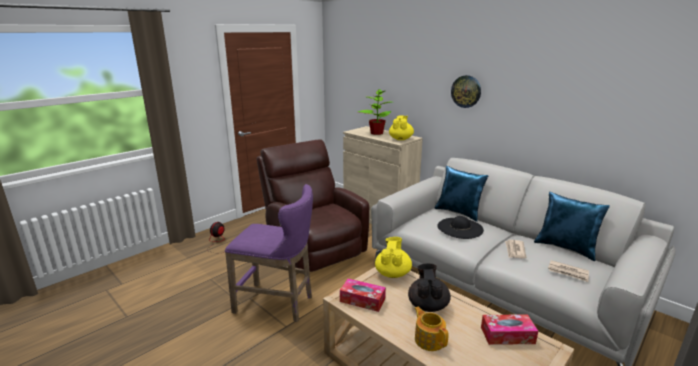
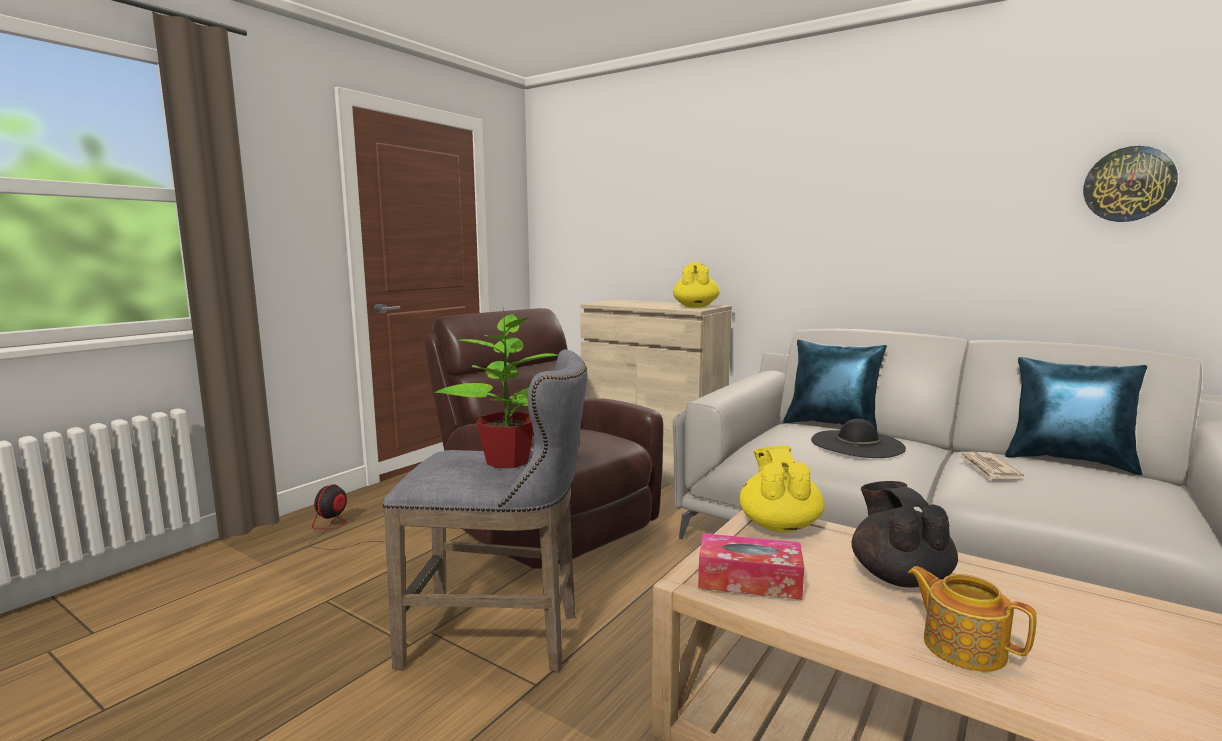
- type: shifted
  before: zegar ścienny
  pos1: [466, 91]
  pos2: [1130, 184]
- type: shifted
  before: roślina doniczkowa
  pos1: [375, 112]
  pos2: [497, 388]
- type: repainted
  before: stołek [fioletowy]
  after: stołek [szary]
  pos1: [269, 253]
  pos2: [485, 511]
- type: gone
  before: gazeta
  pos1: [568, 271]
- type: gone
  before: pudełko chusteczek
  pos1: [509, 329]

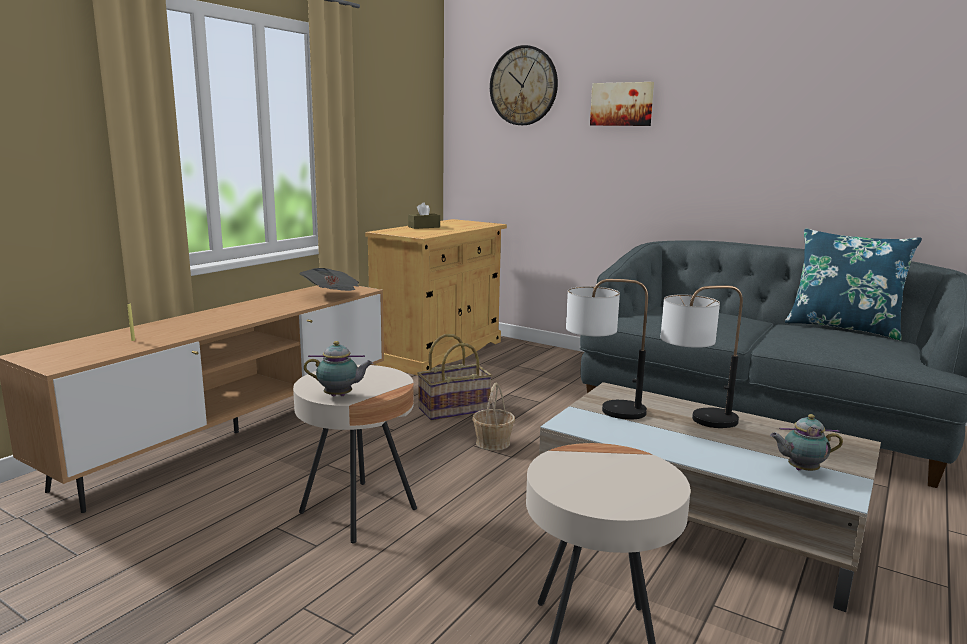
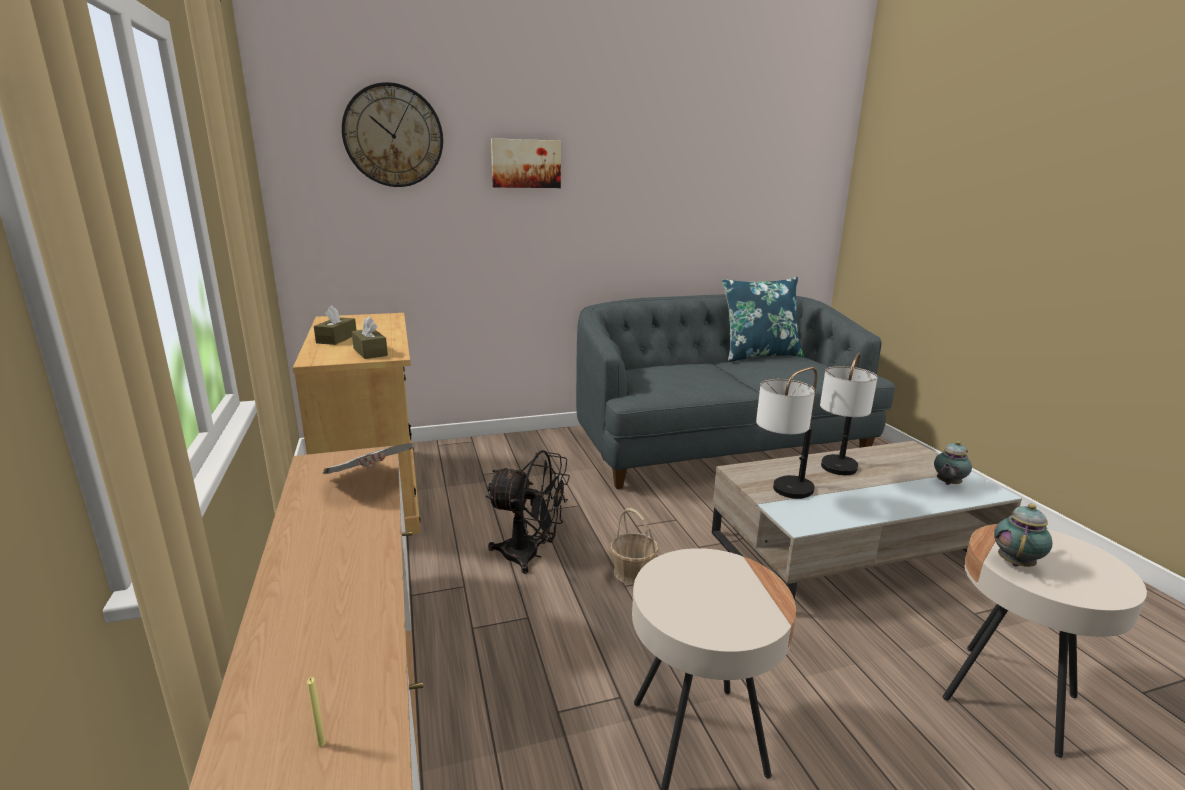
- type: swapped
  before: koszyk
  after: wentylator [czarny]
  pos1: [454, 377]
  pos2: [527, 512]
- type: shifted
  before: imbryk
  pos1: [338, 368]
  pos2: [1023, 535]
- type: new
  after: pudełko chusteczek [brązowy]
  pos2: [370, 337]

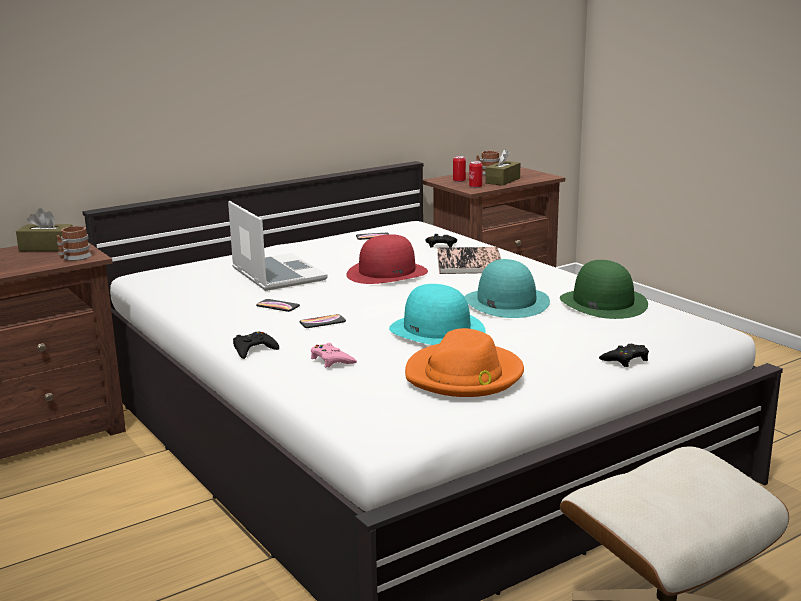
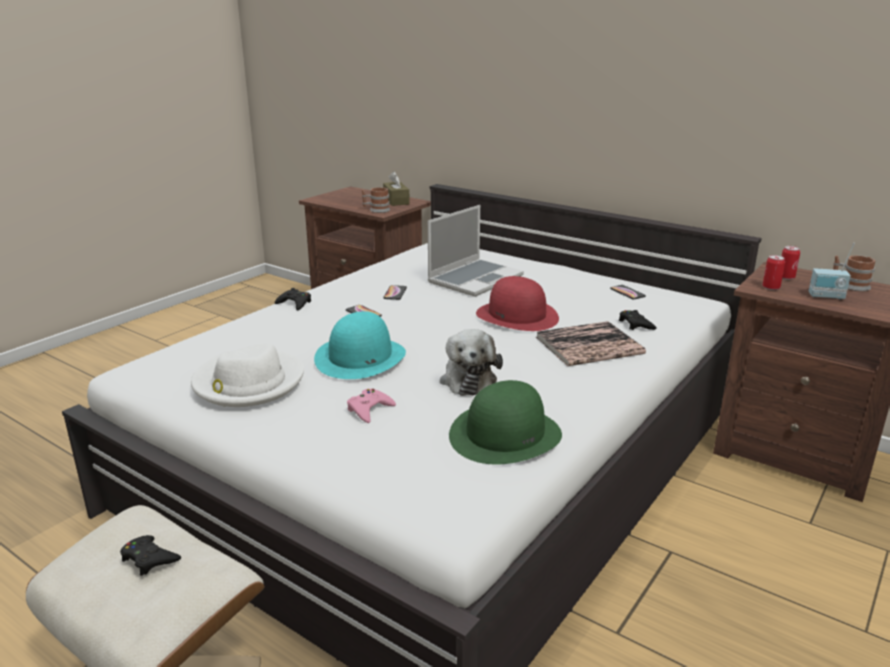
- type: swapped
  before: pudełko chusteczek [brązowy]
  after: radio
  pos1: [502, 167]
  pos2: [832, 271]
- type: swapped
  before: kapelusz [turkusowy]
  after: pluszak
  pos1: [507, 288]
  pos2: [471, 362]
- type: repainted
  before: kapelusz [pomarańczowy]
  after: kapelusz [biały]
  pos1: [464, 362]
  pos2: [247, 375]
- type: shifted
  before: pad do gier [różowy]
  pos1: [334, 355]
  pos2: [371, 406]
- type: shifted
  before: pad do gier [czarny]
  pos1: [624, 355]
  pos2: [150, 555]

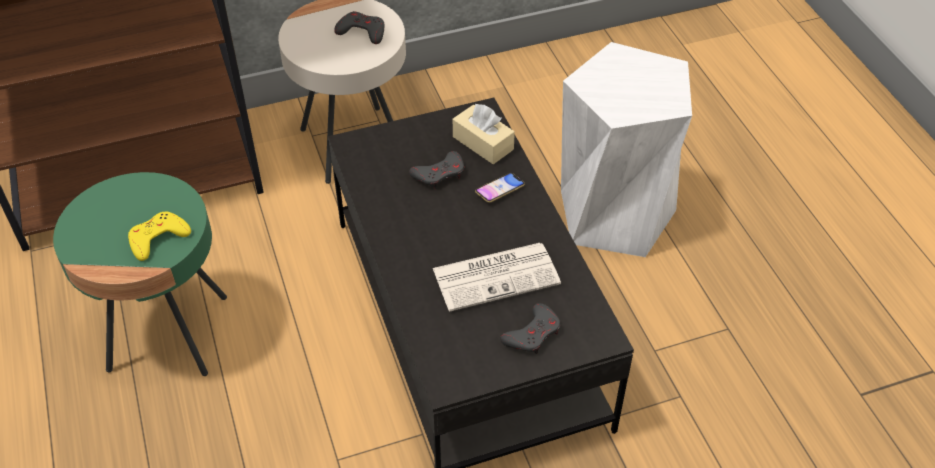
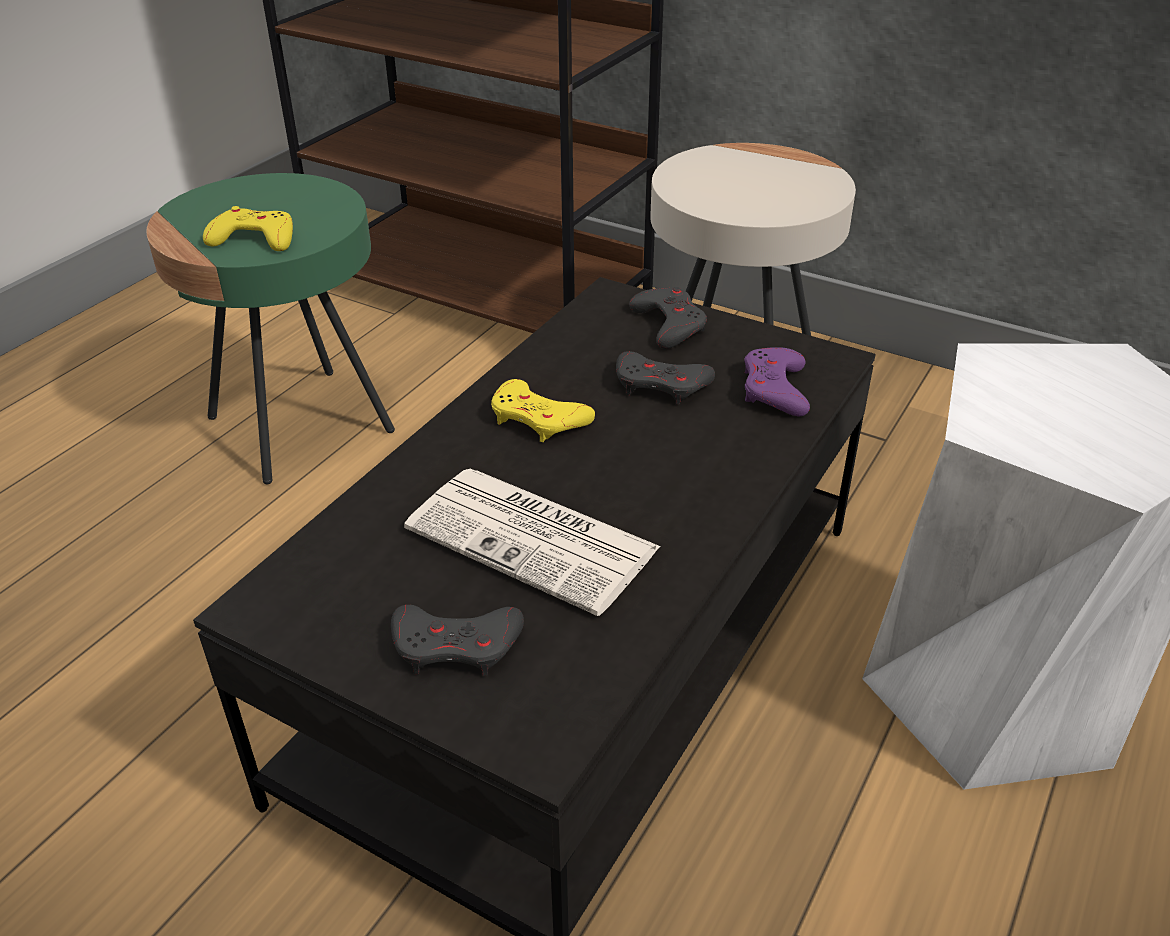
- type: shifted
  before: pad do gier [szary]
  pos1: [359, 27]
  pos2: [668, 318]
- type: swapped
  before: pudełko chusteczek [beżowy]
  after: pad do gier [fioletowy]
  pos1: [484, 134]
  pos2: [777, 381]
- type: gone
  before: telefon
  pos1: [500, 188]
- type: new
  after: pad do gier [żółty]
  pos2: [543, 410]

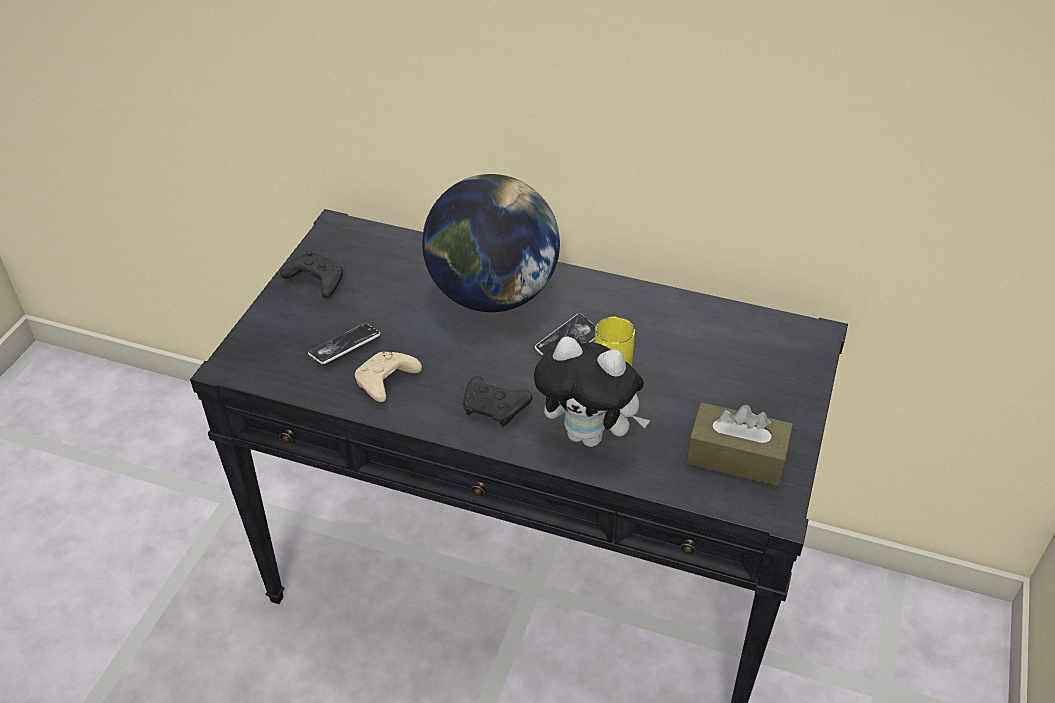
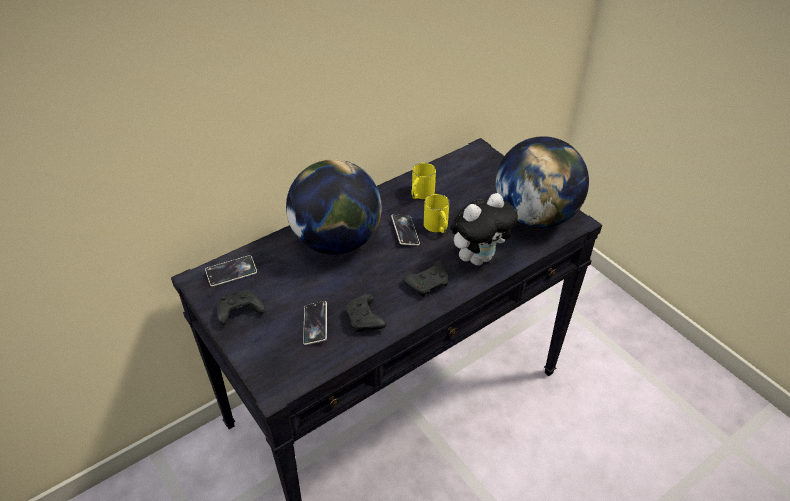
- type: repainted
  before: pad do gier [beżowy]
  after: pad do gier [czarny]
  pos1: [388, 377]
  pos2: [366, 313]
- type: swapped
  before: pudełko chusteczek [brązowy]
  after: globus
  pos1: [739, 444]
  pos2: [542, 182]
- type: new
  after: kubek [żółty]
  pos2: [423, 181]
- type: new
  after: telefon
  pos2: [231, 271]

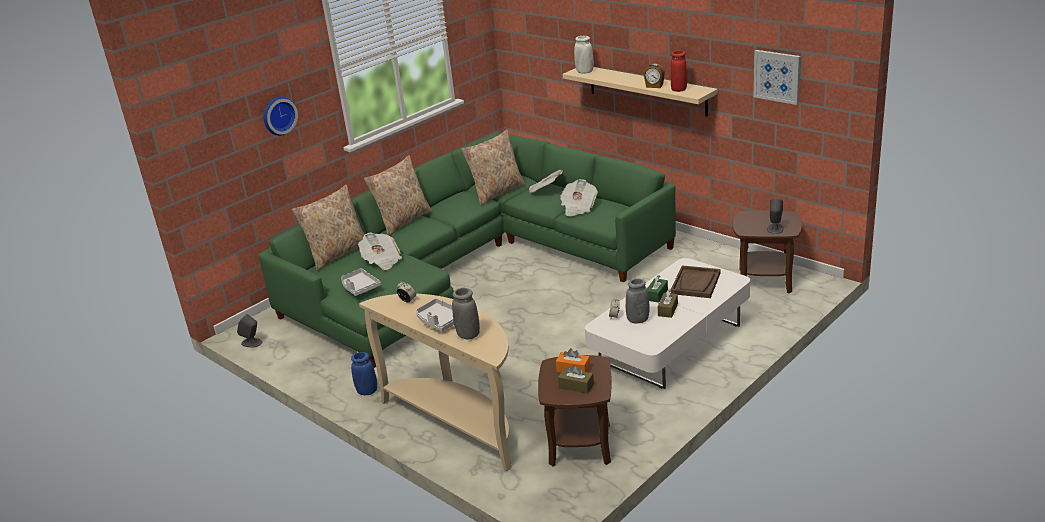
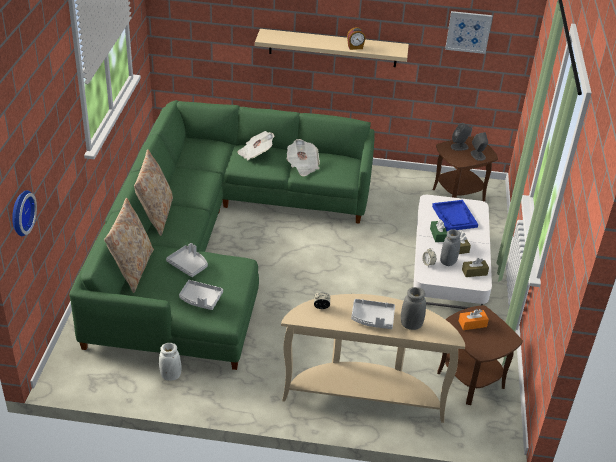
- type: shifted
  before: wazon [biały]
  pos1: [584, 55]
  pos2: [170, 362]
- type: gone
  before: wazon [czerwony]
  pos1: [679, 71]
- type: shifted
  before: zegar ścienny
  pos1: [281, 116]
  pos2: [24, 213]
- type: gone
  before: poduszka [beżowy]
  pos1: [493, 168]
- type: swapped
  before: gazeta
  after: taca [szary]
  pos1: [380, 251]
  pos2: [187, 260]
- type: repainted
  before: taca [brązowy]
  after: taca [niebieski]
  pos1: [695, 281]
  pos2: [455, 215]
- type: shifted
  before: głośnik [szary]
  pos1: [250, 331]
  pos2: [461, 137]
- type: gone
  before: wazon [niebieski]
  pos1: [364, 373]
- type: shifted
  before: pudełko chusteczek [brązowy]
  pos1: [576, 379]
  pos2: [475, 267]

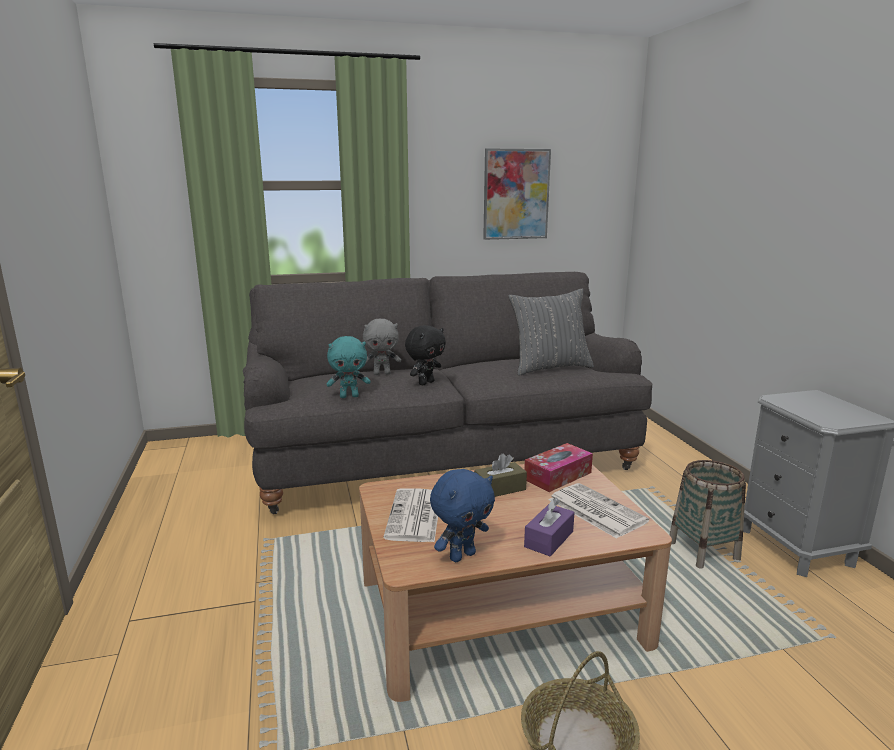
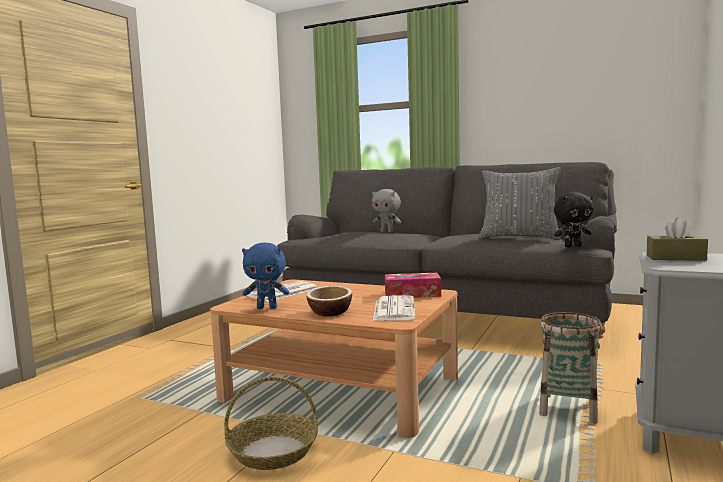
- type: gone
  before: obraz
  pos1: [517, 194]
- type: shifted
  before: pluszak [czarny]
  pos1: [425, 355]
  pos2: [573, 219]
- type: gone
  before: pluszak [turkusowy]
  pos1: [348, 367]
- type: shifted
  before: pudełko chusteczek [brązowy]
  pos1: [500, 475]
  pos2: [677, 239]
- type: swapped
  before: pudełko chusteczek [fioletowy]
  after: miska
  pos1: [549, 527]
  pos2: [329, 301]

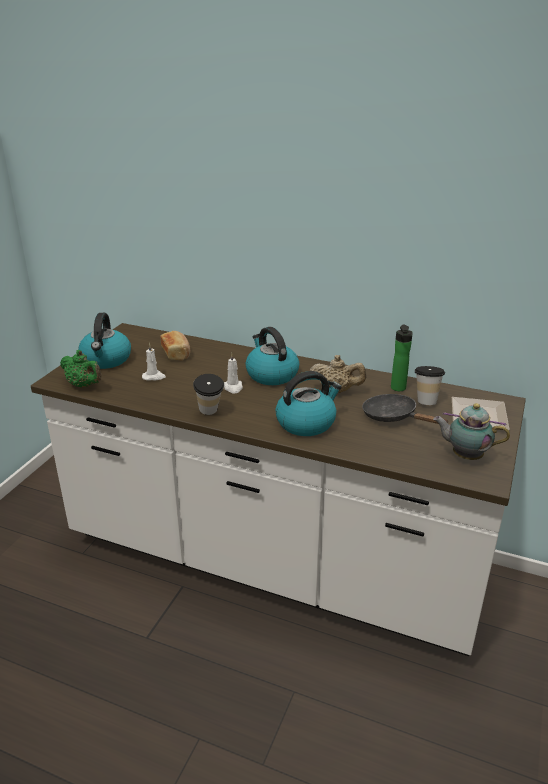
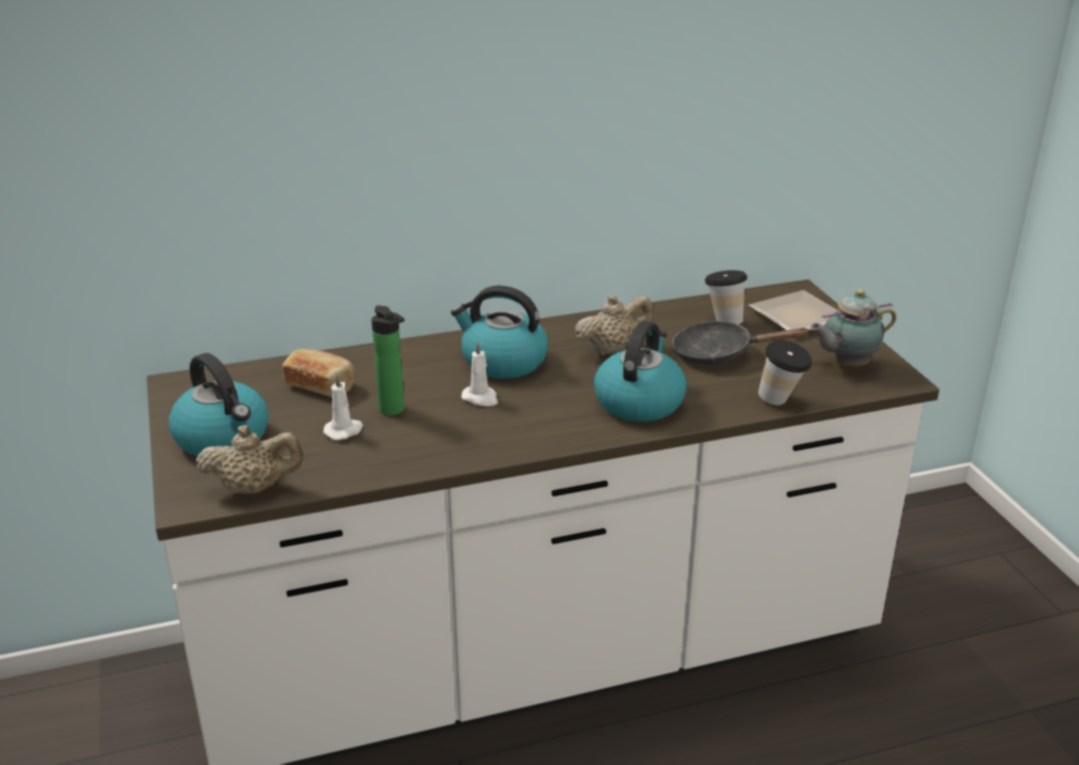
- type: shifted
  before: butelka
  pos1: [402, 358]
  pos2: [388, 360]
- type: repainted
  before: imbryk [zielony]
  after: imbryk [beżowy]
  pos1: [81, 369]
  pos2: [250, 459]
- type: shifted
  before: filiżanka
  pos1: [208, 394]
  pos2: [785, 372]

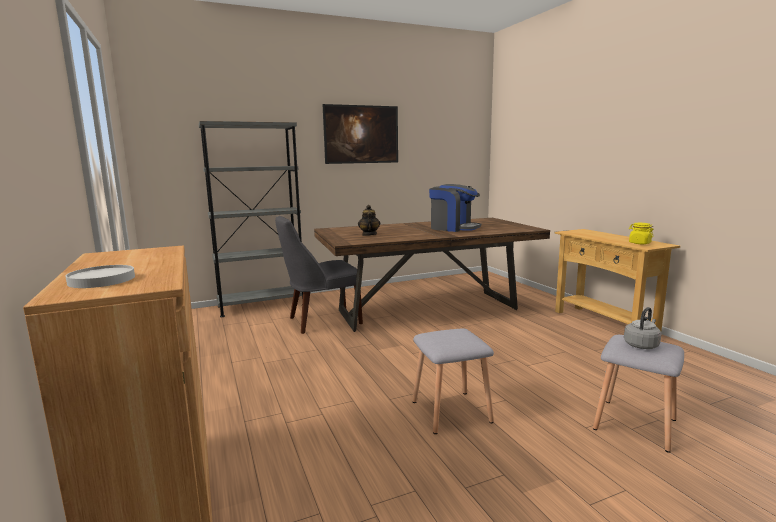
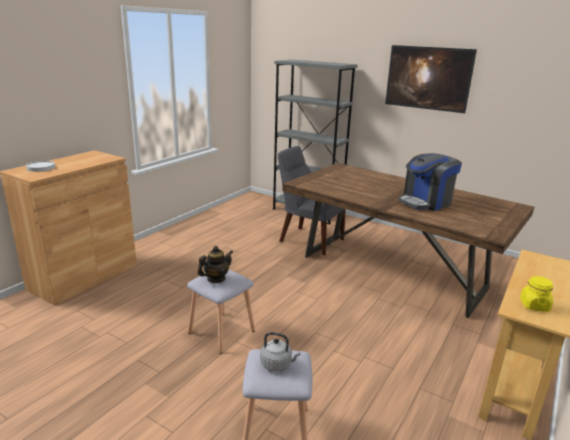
- type: rotated
  before: ekspres do kawy
  pos1: [455, 208]
  pos2: [430, 182]
  turn: 60
- type: shifted
  before: imbryk
  pos1: [369, 220]
  pos2: [215, 264]

